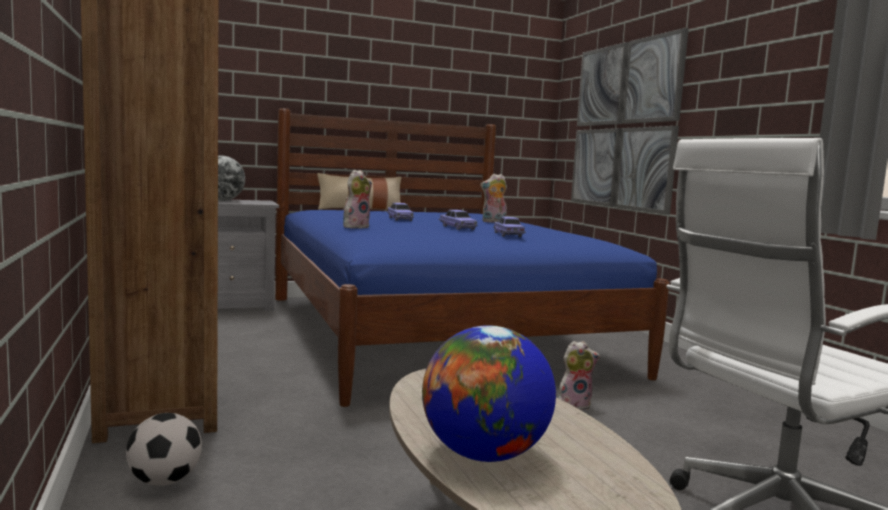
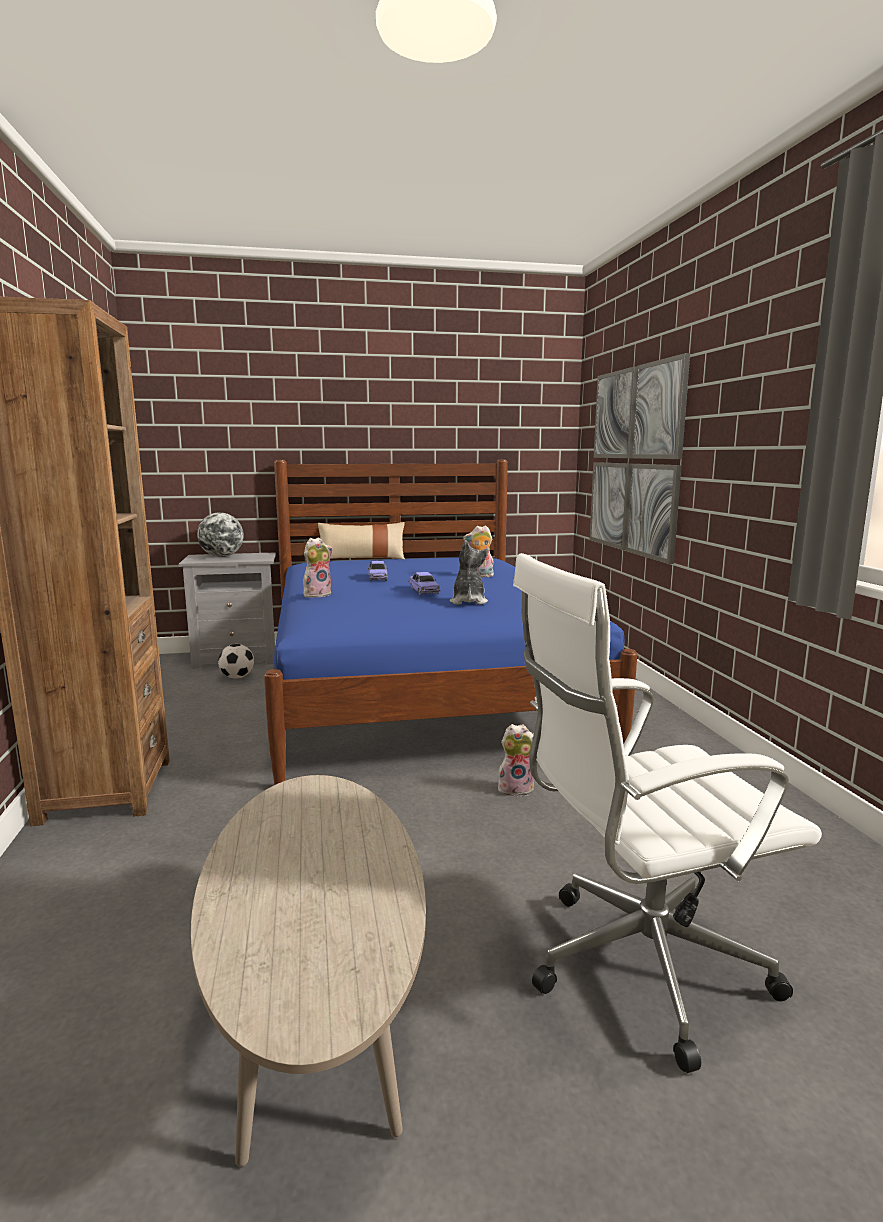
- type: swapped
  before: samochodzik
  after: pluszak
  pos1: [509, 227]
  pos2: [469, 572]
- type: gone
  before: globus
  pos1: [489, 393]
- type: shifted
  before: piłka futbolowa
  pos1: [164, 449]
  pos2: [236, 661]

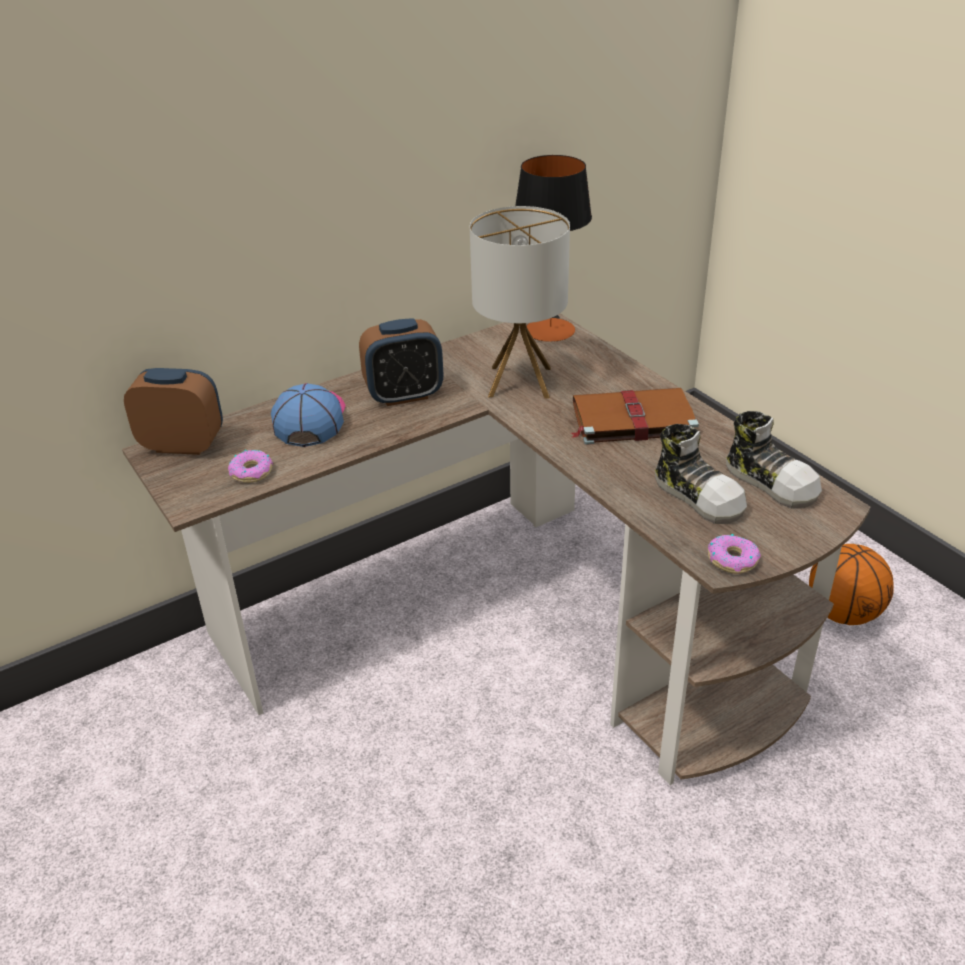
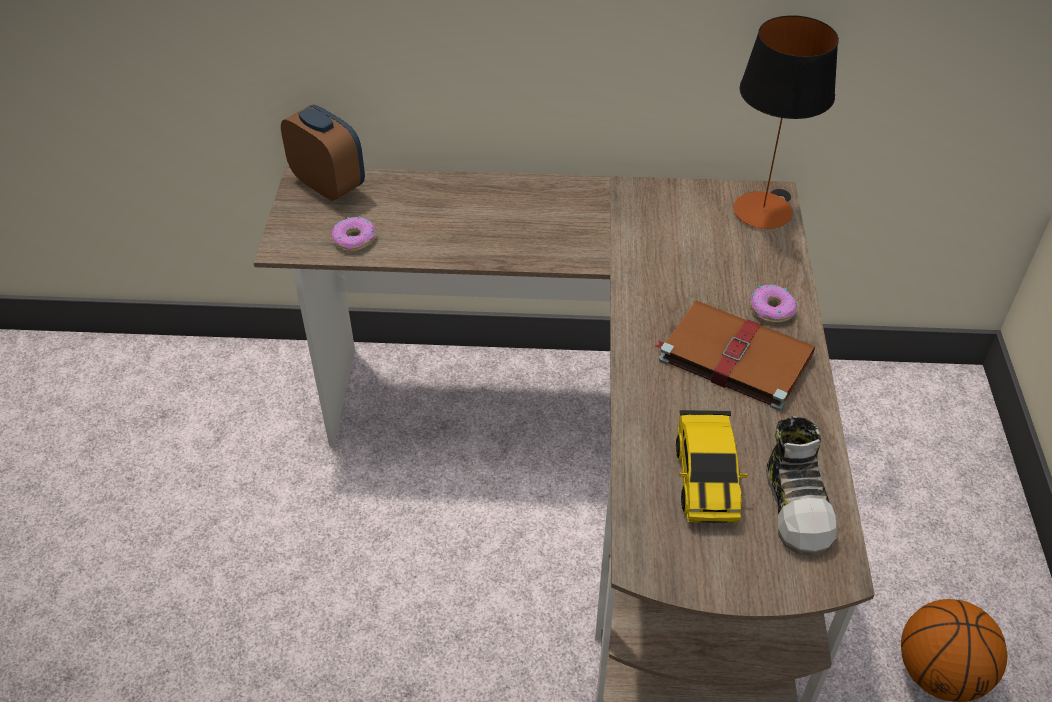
- type: gone
  before: lampa stołowa
  pos1: [520, 302]
- type: gone
  before: budzik
  pos1: [401, 362]
- type: gone
  before: czapka z daszkiem
  pos1: [308, 415]
- type: swapped
  before: but
  after: samochodzik
  pos1: [701, 474]
  pos2: [712, 466]
- type: shifted
  before: donut
  pos1: [734, 554]
  pos2: [773, 303]

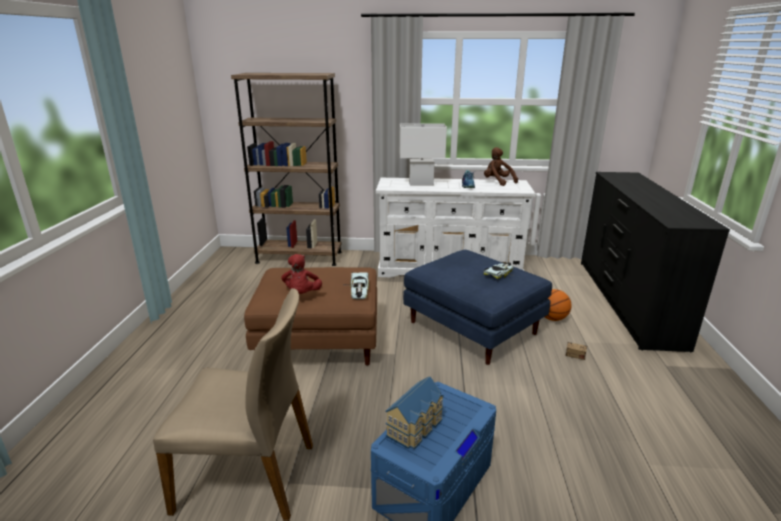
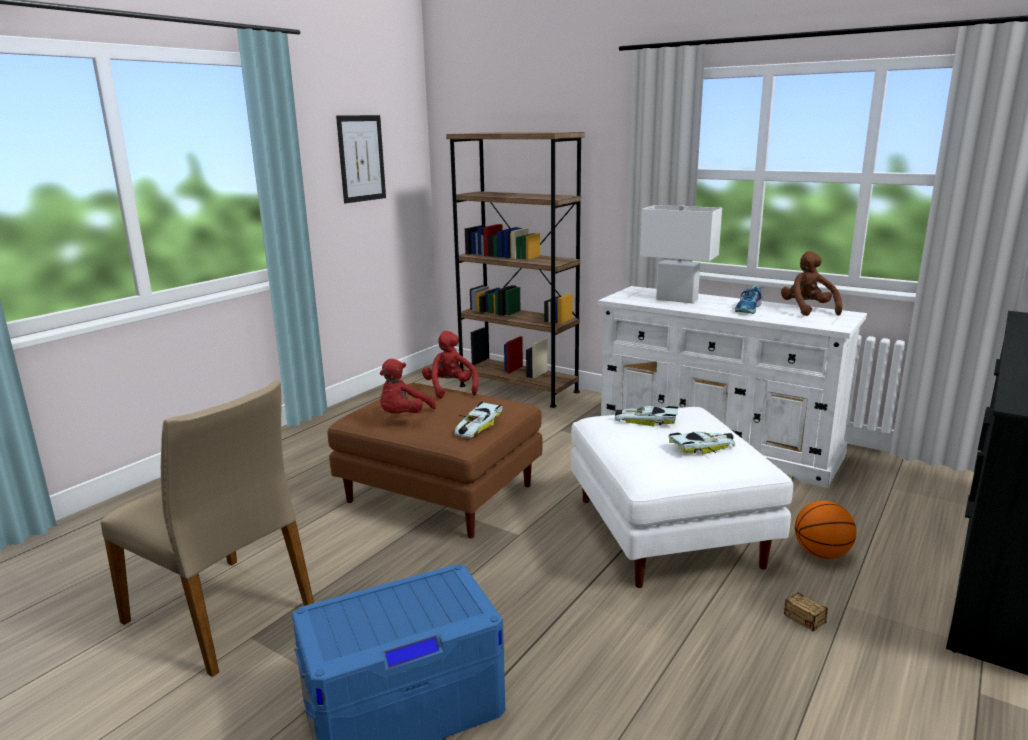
- type: repainted
  before: pufa [niebieski]
  after: pufa [biały]
  pos1: [477, 307]
  pos2: [682, 497]
- type: gone
  before: domek
  pos1: [414, 412]
- type: new
  after: obraz
  pos2: [361, 159]
- type: new
  after: pluszak [czerwony]
  pos2: [450, 365]
- type: new
  after: samochodzik
  pos2: [646, 416]

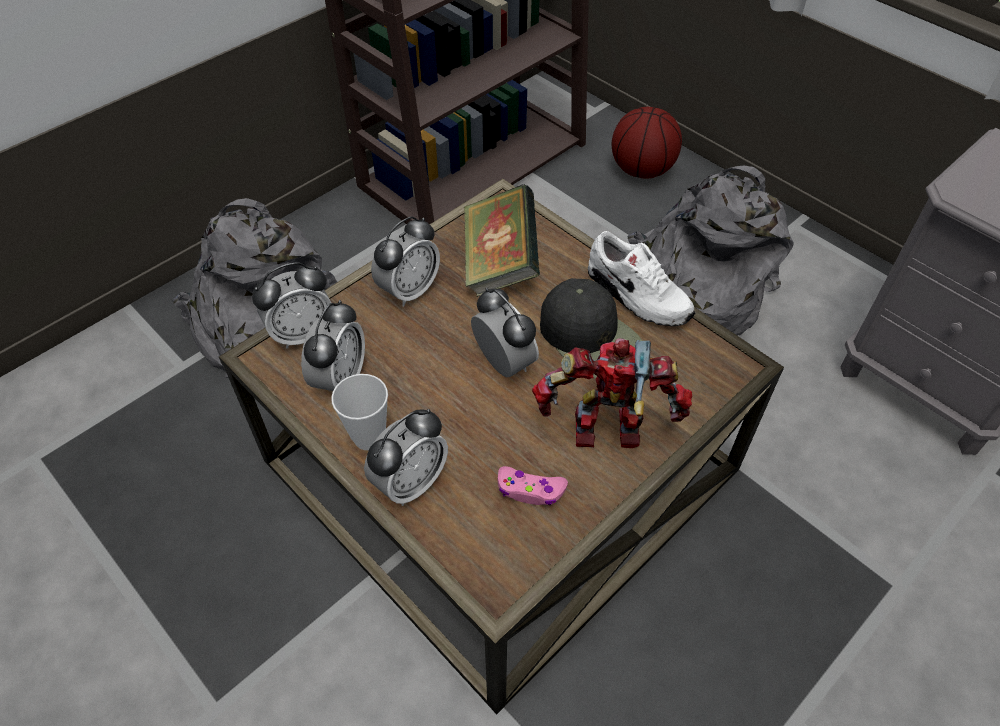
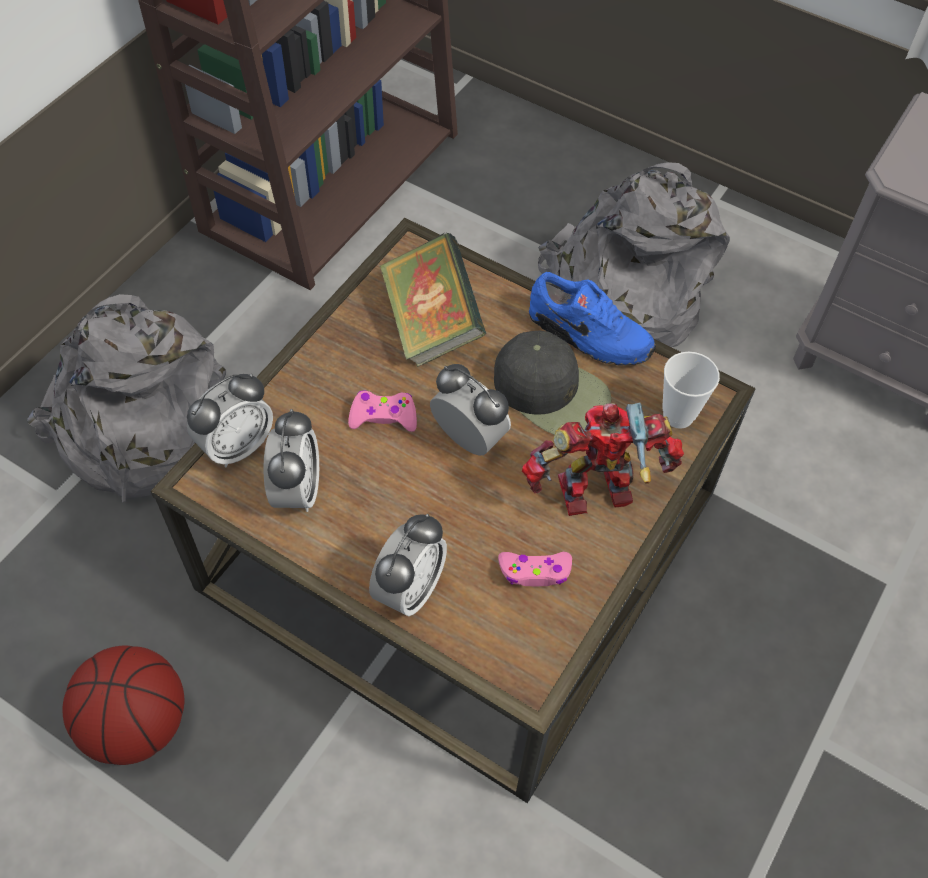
- type: shifted
  before: piłka do koszykówki
  pos1: [647, 143]
  pos2: [123, 705]
- type: gone
  before: budzik
  pos1: [405, 261]
- type: repainted
  before: but [biały]
  after: but [niebieski]
  pos1: [642, 278]
  pos2: [592, 319]
- type: shifted
  before: filiżanka
  pos1: [359, 412]
  pos2: [691, 390]
- type: new
  after: pad do gier [różowy]
  pos2: [382, 411]

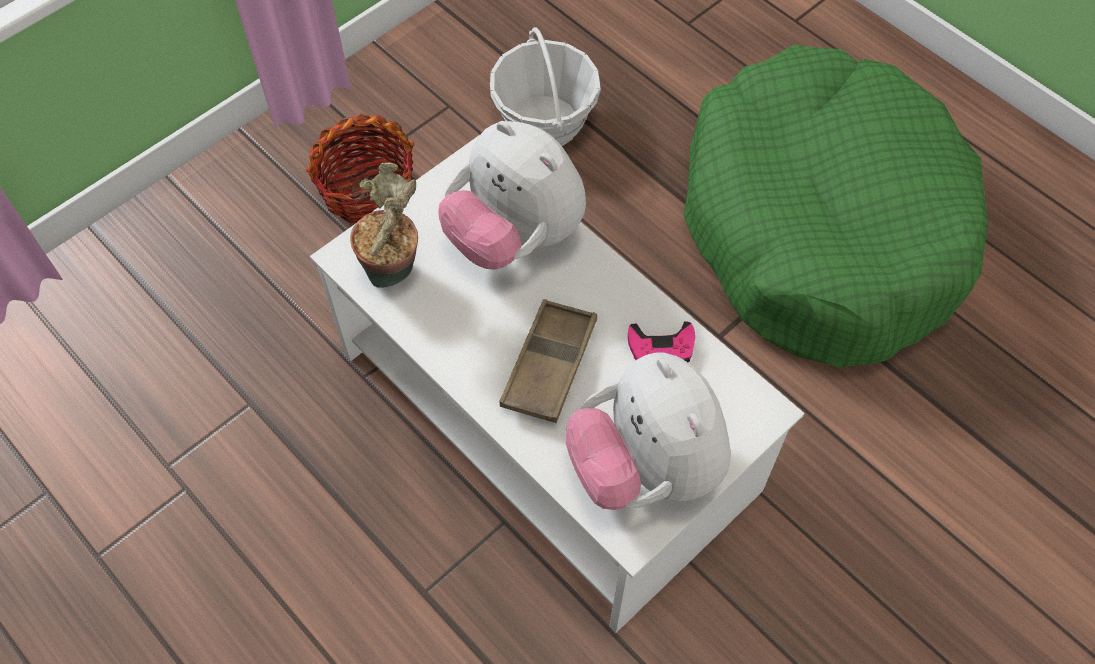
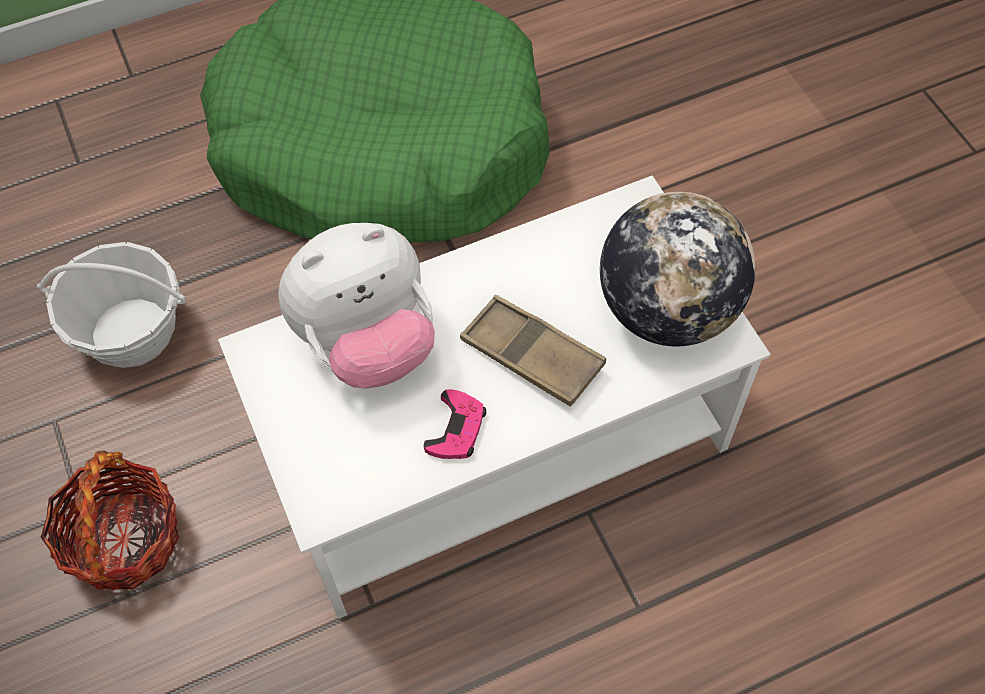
- type: gone
  before: roślina doniczkowa
  pos1: [384, 225]
- type: shifted
  before: pad do gier [różowy]
  pos1: [661, 341]
  pos2: [455, 424]
- type: swapped
  before: pluszak
  after: globus
  pos1: [648, 431]
  pos2: [677, 269]

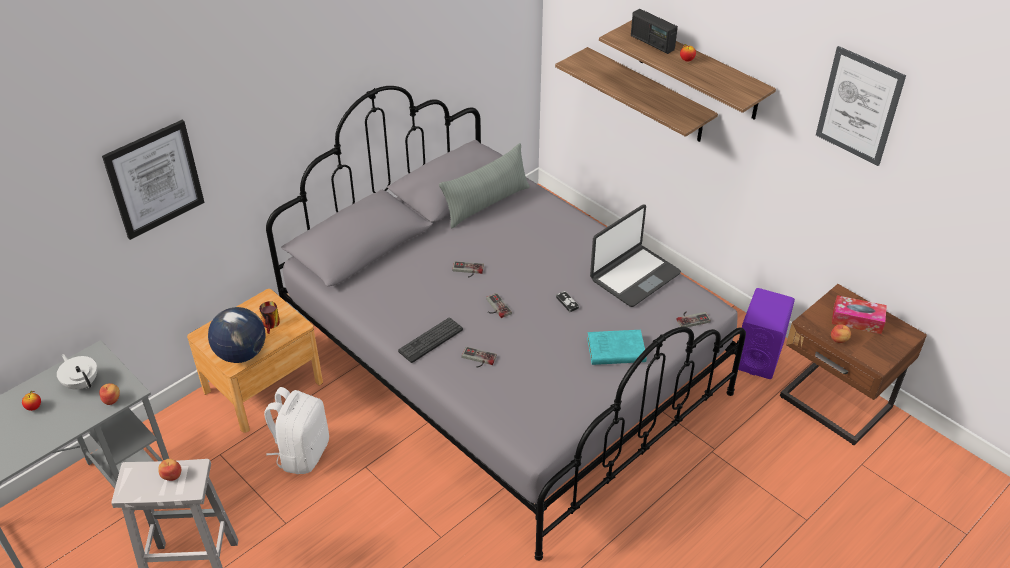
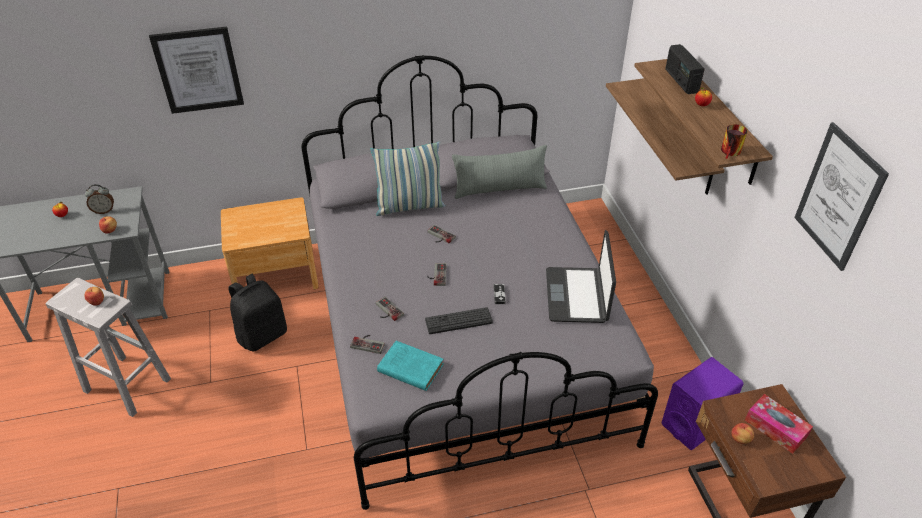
- type: rotated
  before: laptop
  pos1: [635, 256]
  pos2: [581, 276]
  turn: 105
- type: shifted
  before: kubek
  pos1: [269, 317]
  pos2: [734, 141]
- type: gone
  before: globus
  pos1: [236, 335]
- type: shifted
  before: pad do gier
  pos1: [693, 319]
  pos2: [367, 344]
- type: shifted
  before: klawiatura
  pos1: [430, 340]
  pos2: [459, 320]
- type: shifted
  before: książka [turkusowy]
  pos1: [617, 347]
  pos2: [410, 366]
- type: swapped
  before: imbryk [biały]
  after: budzik
  pos1: [77, 371]
  pos2: [99, 199]
- type: repainted
  before: plecak [biały]
  after: plecak [czarny]
  pos1: [296, 430]
  pos2: [257, 312]
- type: new
  after: poduszka
  pos2: [408, 179]

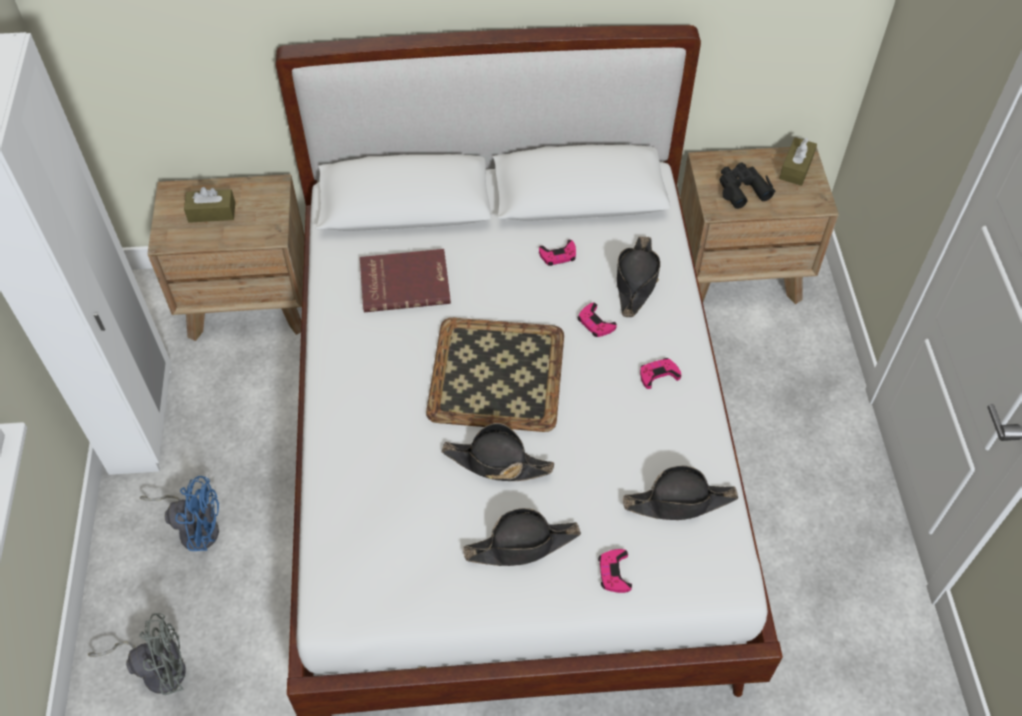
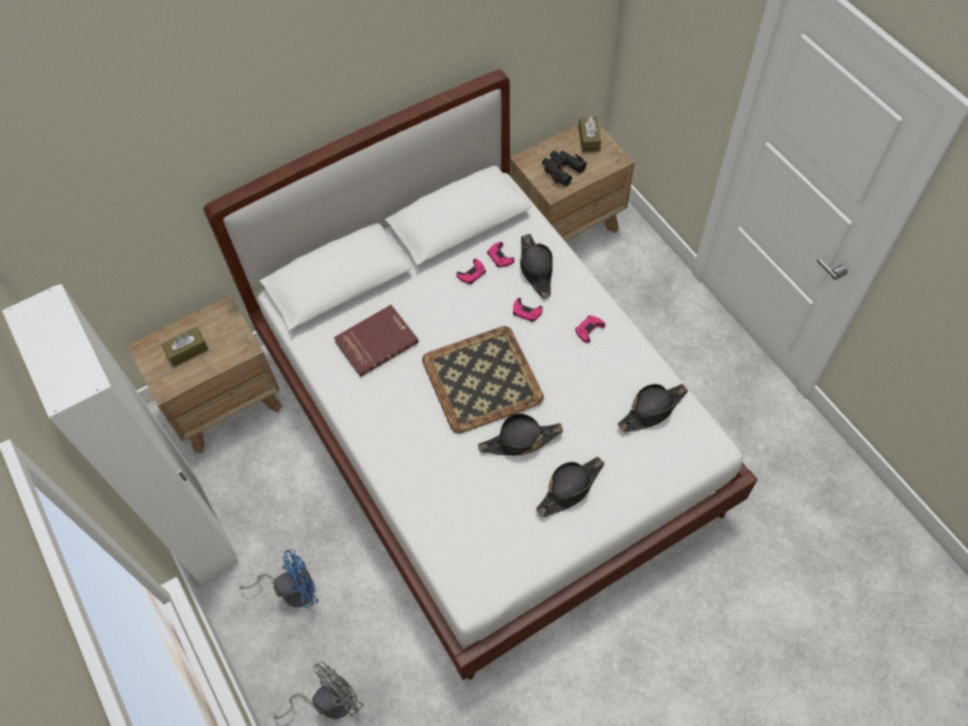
- type: shifted
  before: pad do gier [różowy]
  pos1: [615, 571]
  pos2: [501, 254]

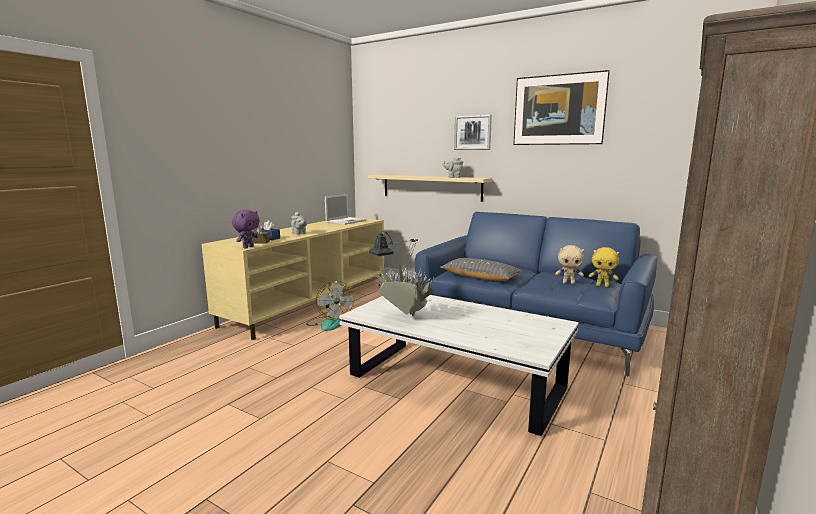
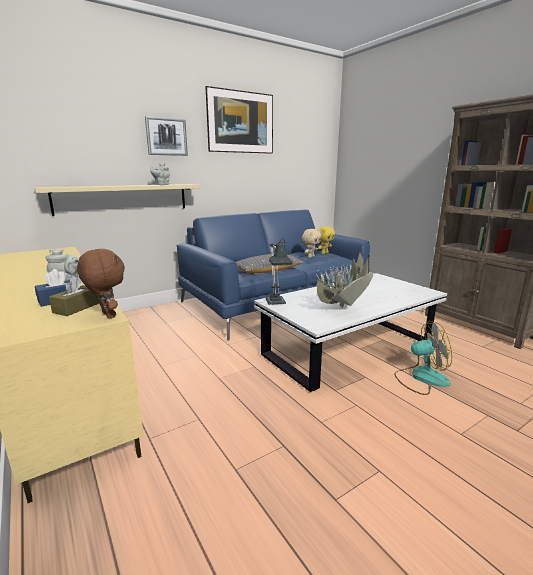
- type: gone
  before: laptop
  pos1: [345, 209]
- type: repainted
  before: pluszak [fioletowy]
  after: pluszak [brązowy]
  pos1: [246, 229]
  pos2: [101, 284]
- type: shifted
  before: wentylator
  pos1: [330, 306]
  pos2: [423, 358]

